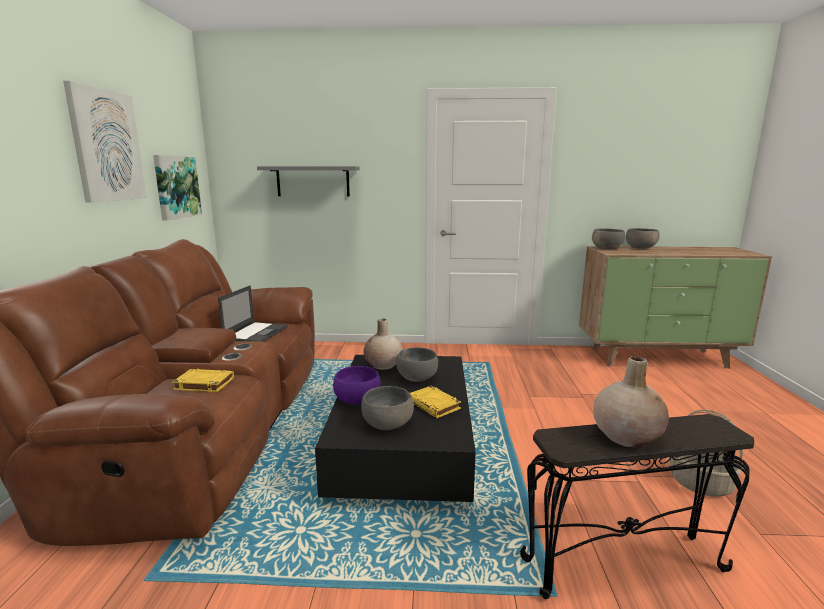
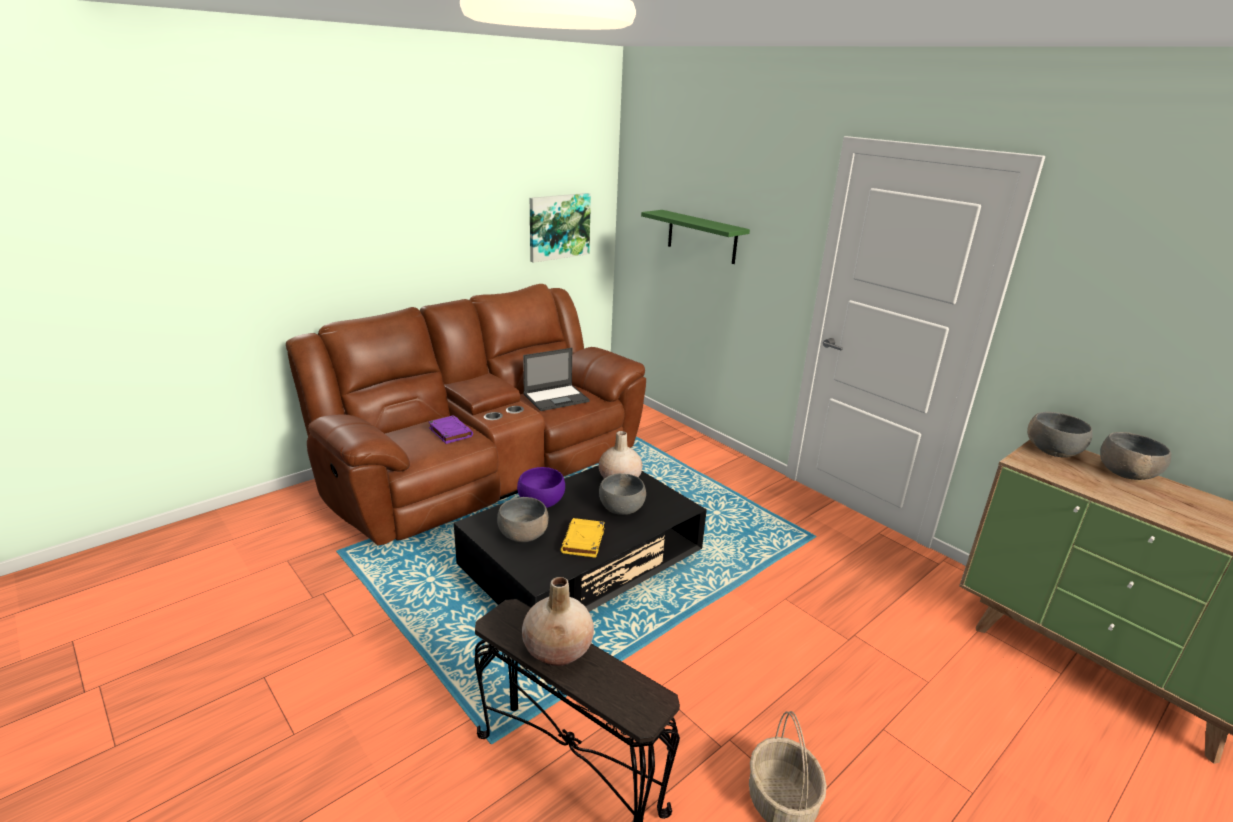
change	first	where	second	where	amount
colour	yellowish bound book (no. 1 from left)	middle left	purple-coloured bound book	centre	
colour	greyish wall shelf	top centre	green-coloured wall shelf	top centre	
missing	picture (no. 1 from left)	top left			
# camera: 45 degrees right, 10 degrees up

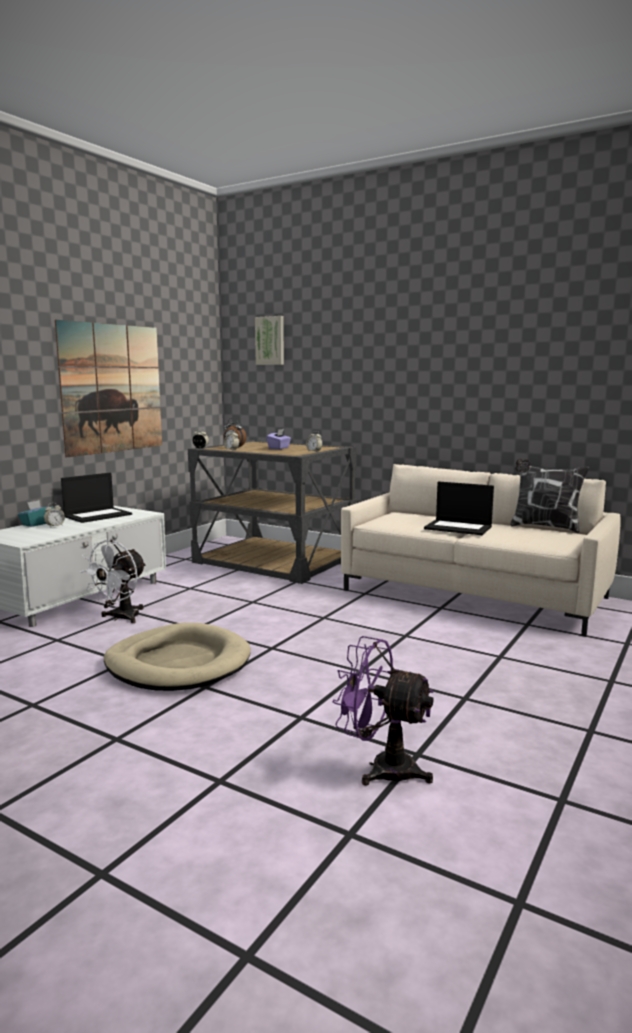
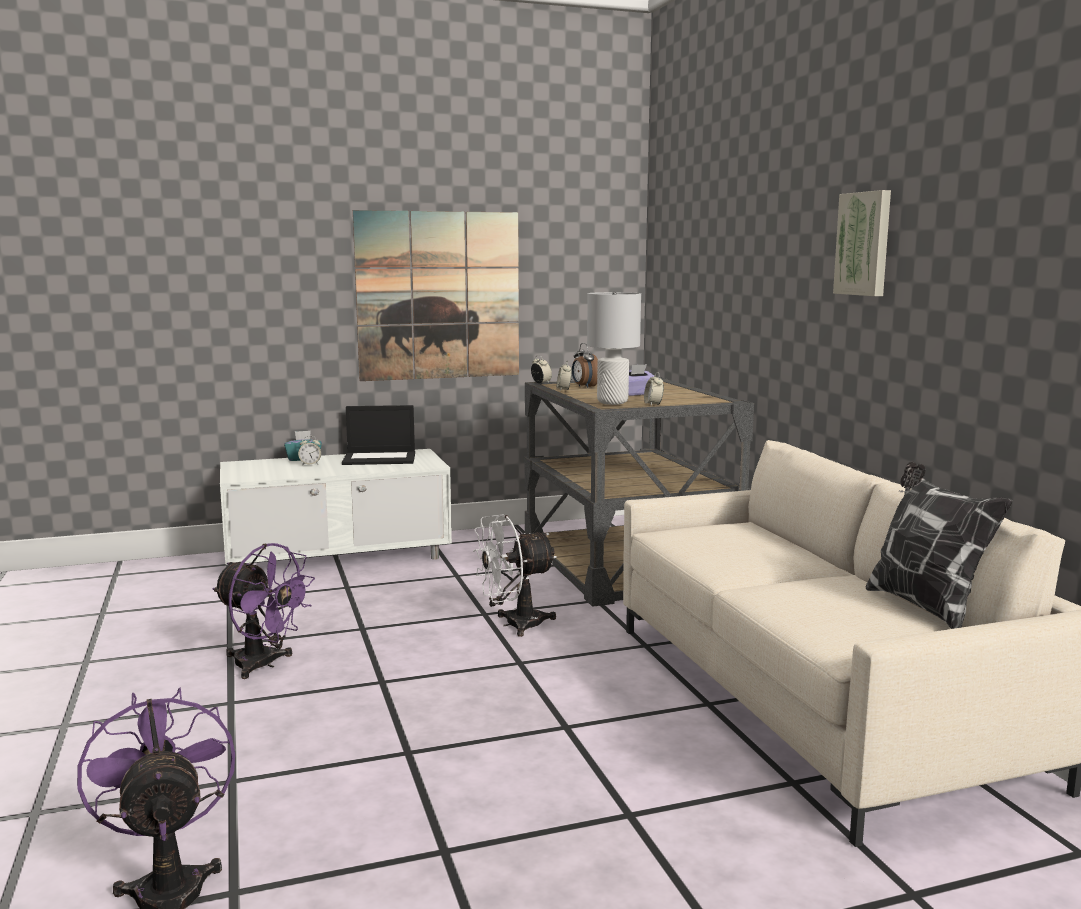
change	first	where	second	where	amount
exchanged	sand-coloured dog bed	middle left	purple-coloured cooling fan (no. 2 from left)	bottom left	
relocated	white cooling fan	middle left		centre	
appeared			greyish lamp for a table	centre	
relocated	picture (no. 2 from left)	top centre		top right	
missing	laptop (no. 2 from left)	middle right			
# camera: 40 degrees right, 0 degrees up

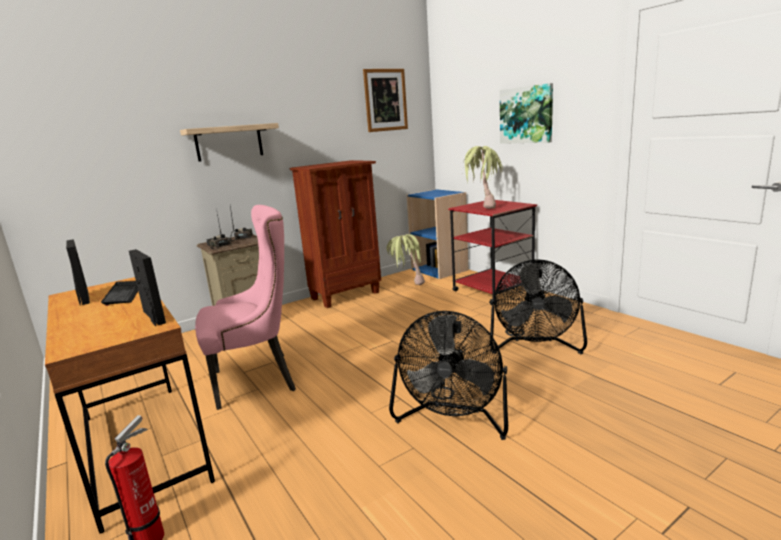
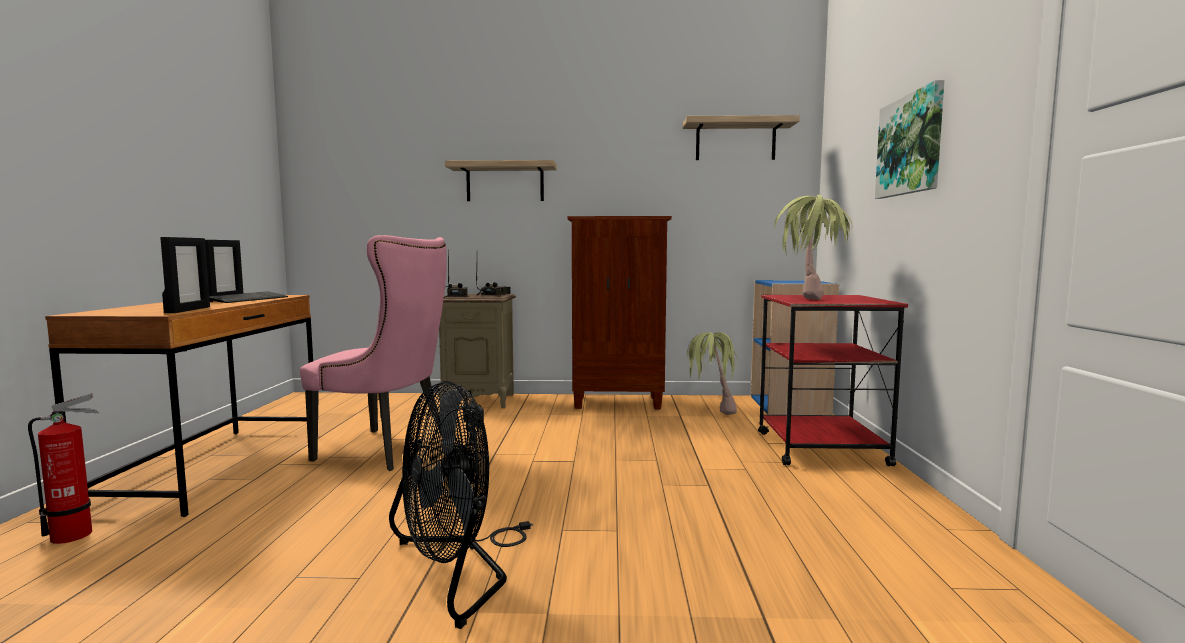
change	first	where	second	where	amount
exchanged	picture (no. 1 from left)	top centre	wall shelf (no. 2 from left)	top centre	
missing	black-coloured cooling fan (no. 2 from left)	middle right			
# camera: 35 degrees right, 10 degrees down

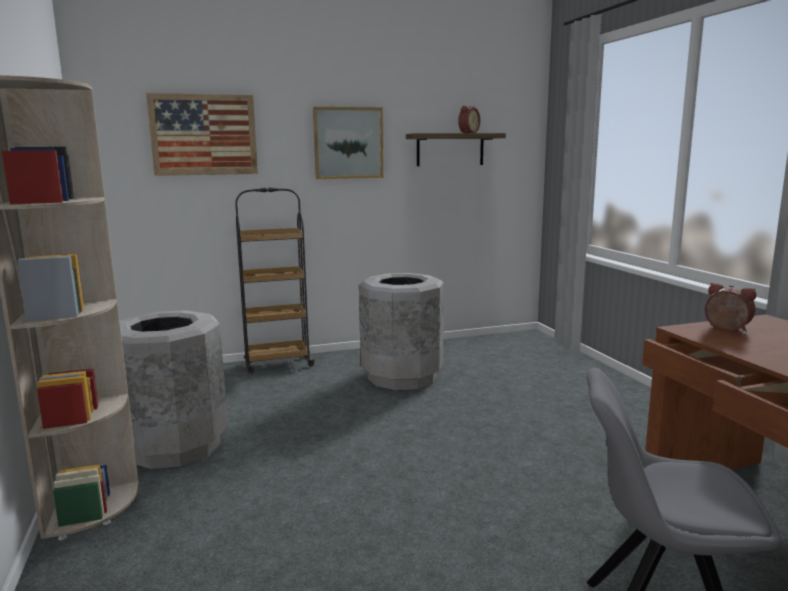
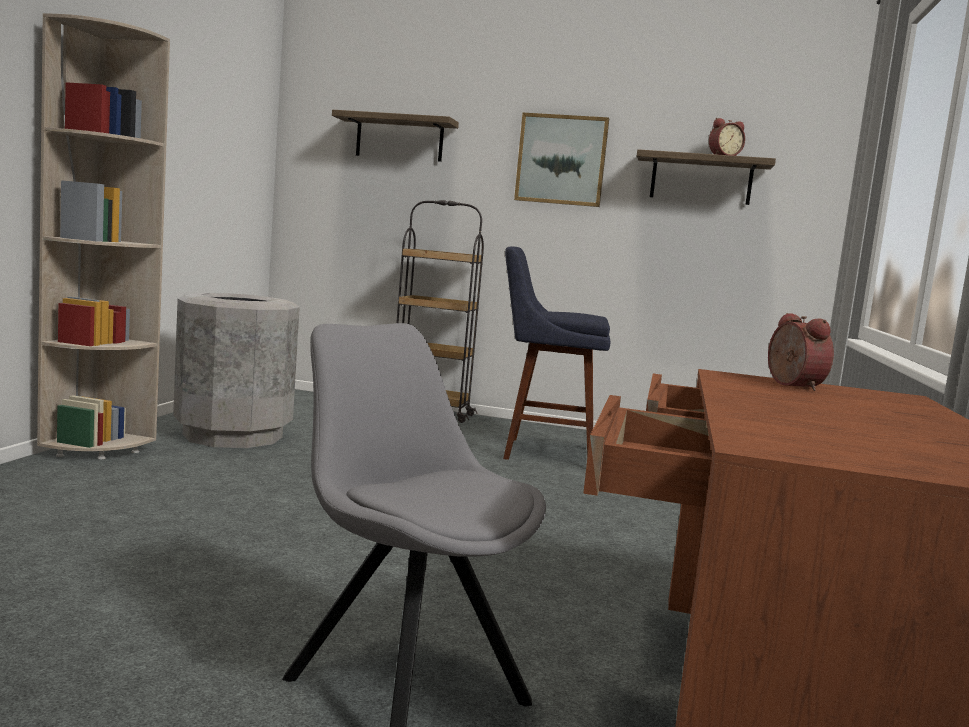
change	first	where	second	where	amount
exchanged	picture (no. 1 from left)	top left	wall shelf (no. 1 from left)	top centre	
exchanged	greyish waste bin (no. 2 from left)	centre	blue-coloured sitting stool	centre	
# camera: 30 degrees right, 5 degrees down

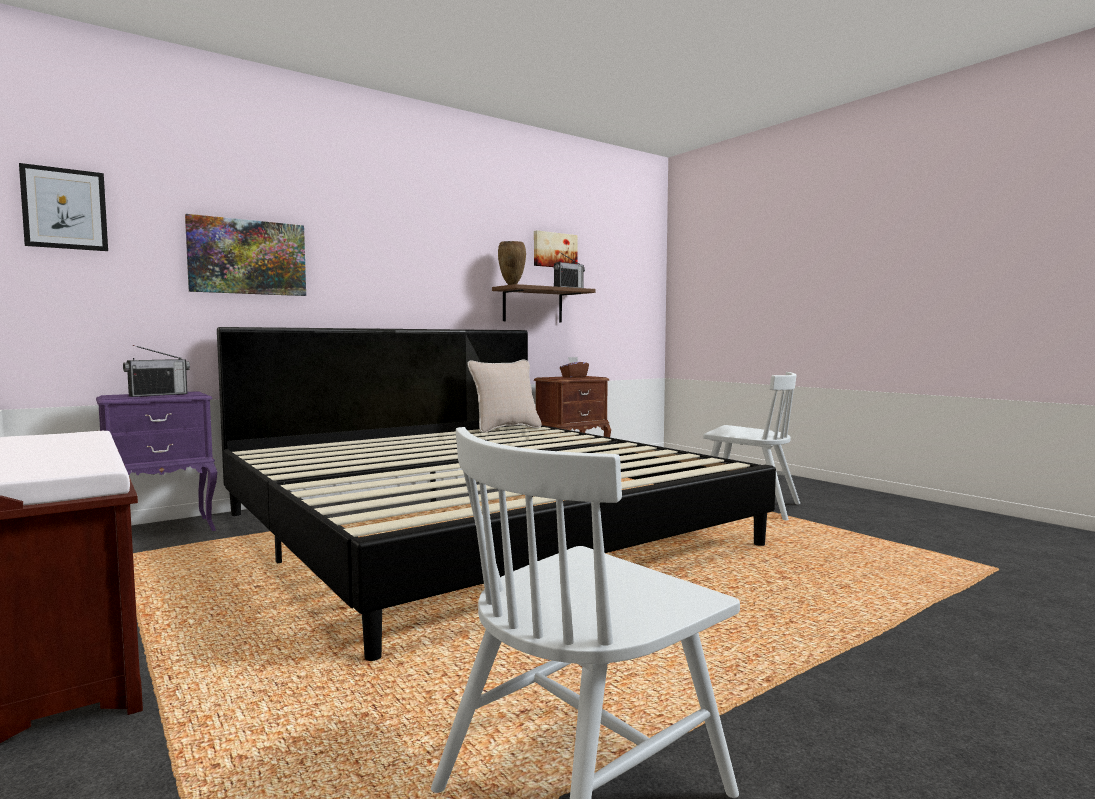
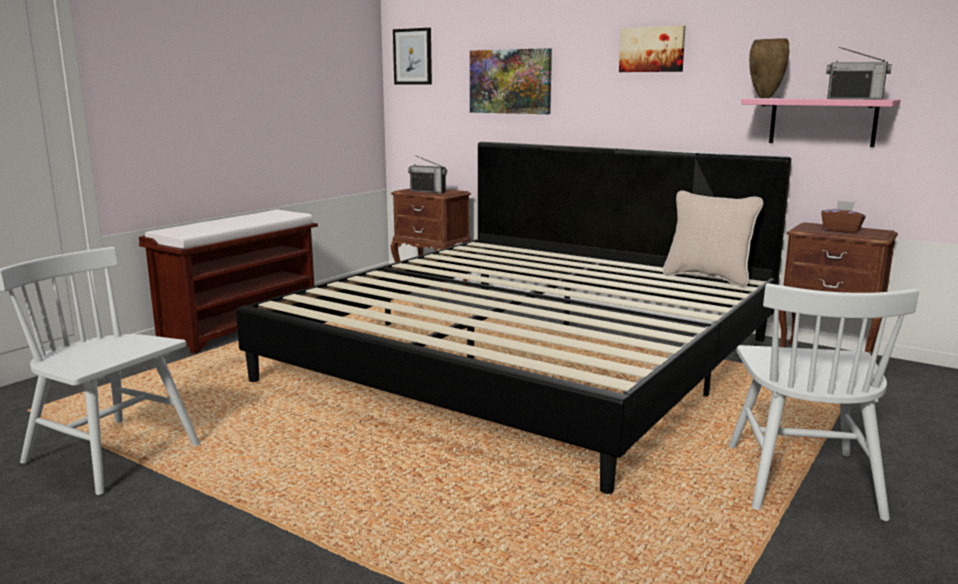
change	first	where	second	where	amount
colour	purple-coloured night table	middle left	brown night table (no. 1 from left)	centre	
relocated	picture (no. 3 from left)	top centre		top right	
colour	brown wall shelf	centre	pink wall shelf	top right	
# camera: 70 degrees right, 10 degrees up

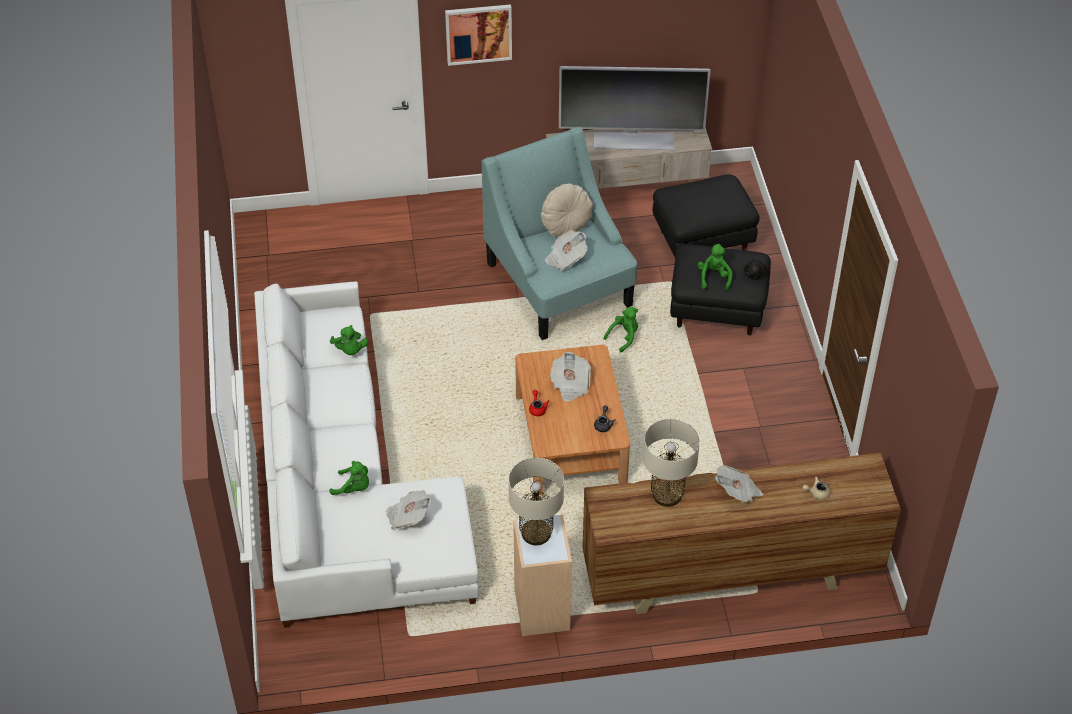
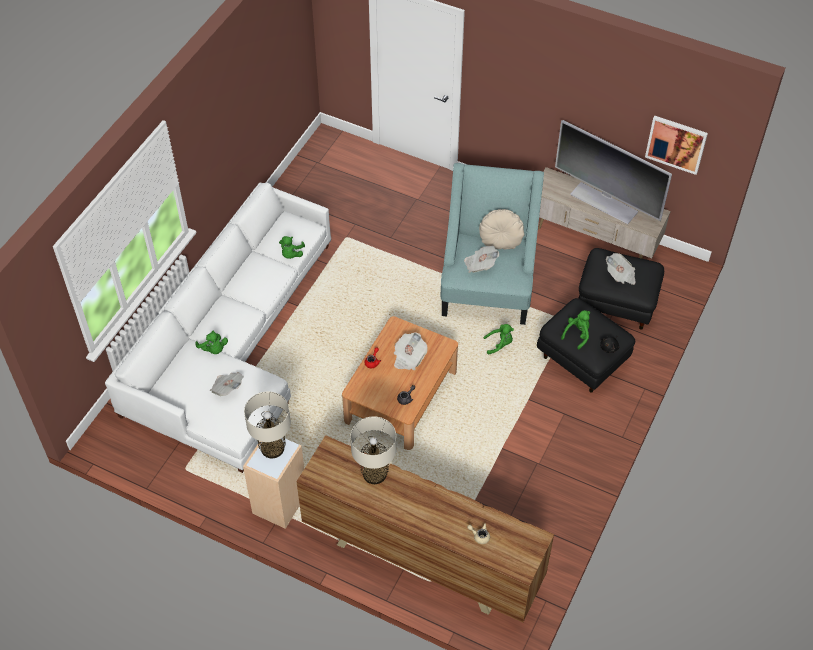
change	first	where	second	where	amount
relocated	printed paper (no. 4 from left)	bottom right		middle right	
relocated	picture	top centre		top right	
# camera: 35 degrees right, 5 degrees up

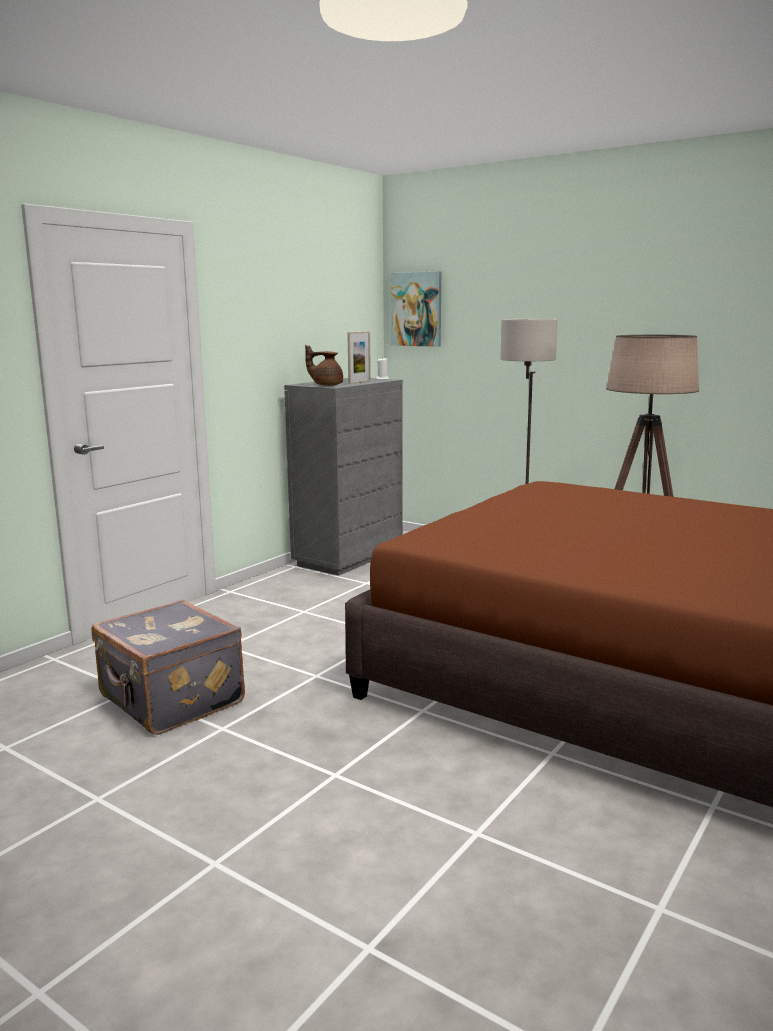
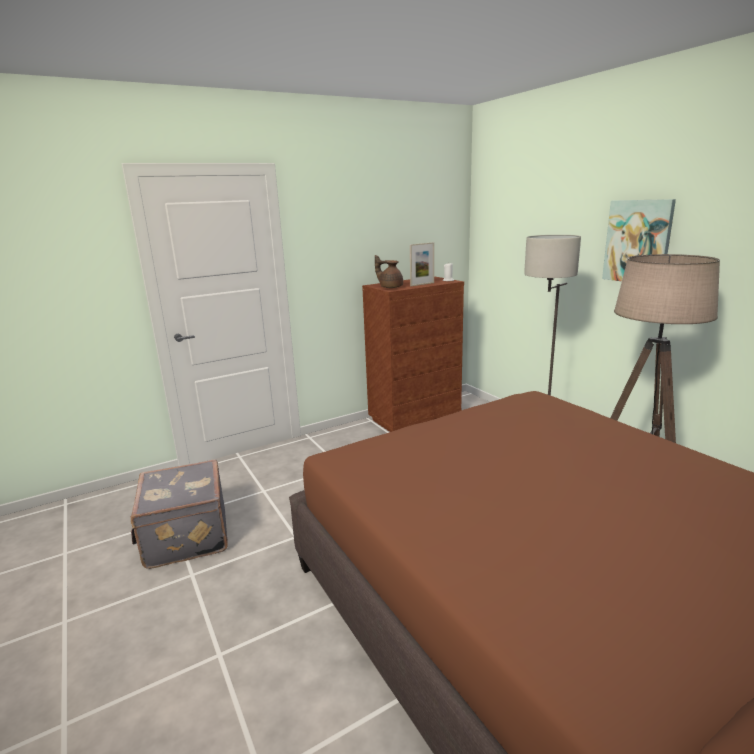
change	first	where	second	where	amount
colour	greyish drawer chest	centre	brown drawer chest	centre	
relocated	picture	top centre		top right	
# camera: 25 degrees right, 5 degrees up

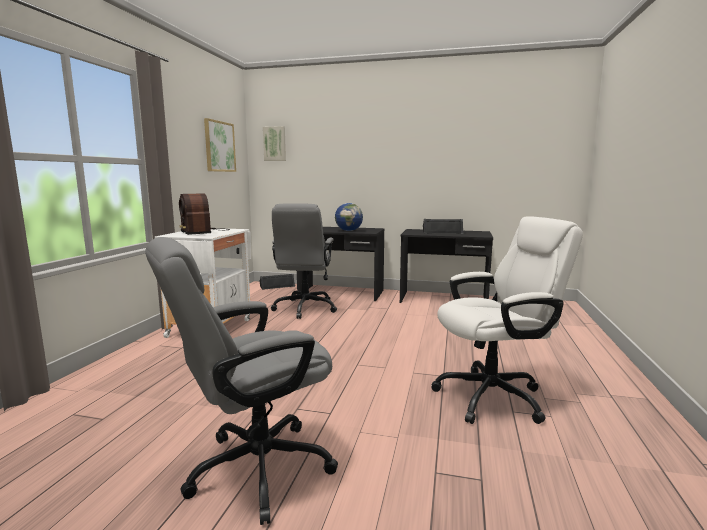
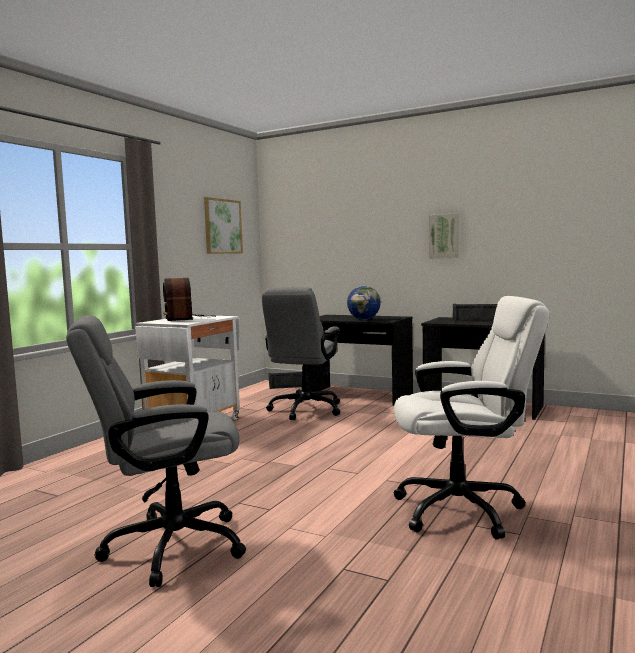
change	first	where	second	where	amount
relocated	picture (no. 2 from left)	top centre		middle right	
# camera: 15 degrees right, 5 degrees down

